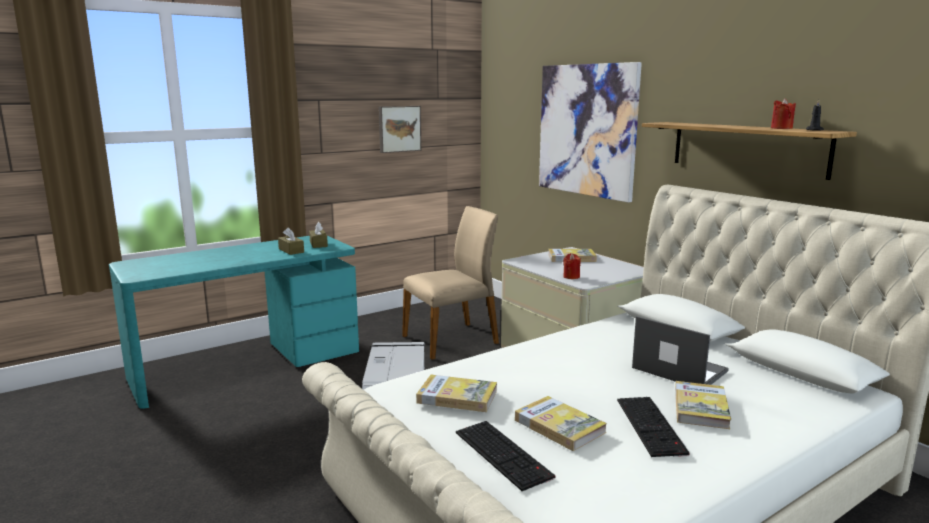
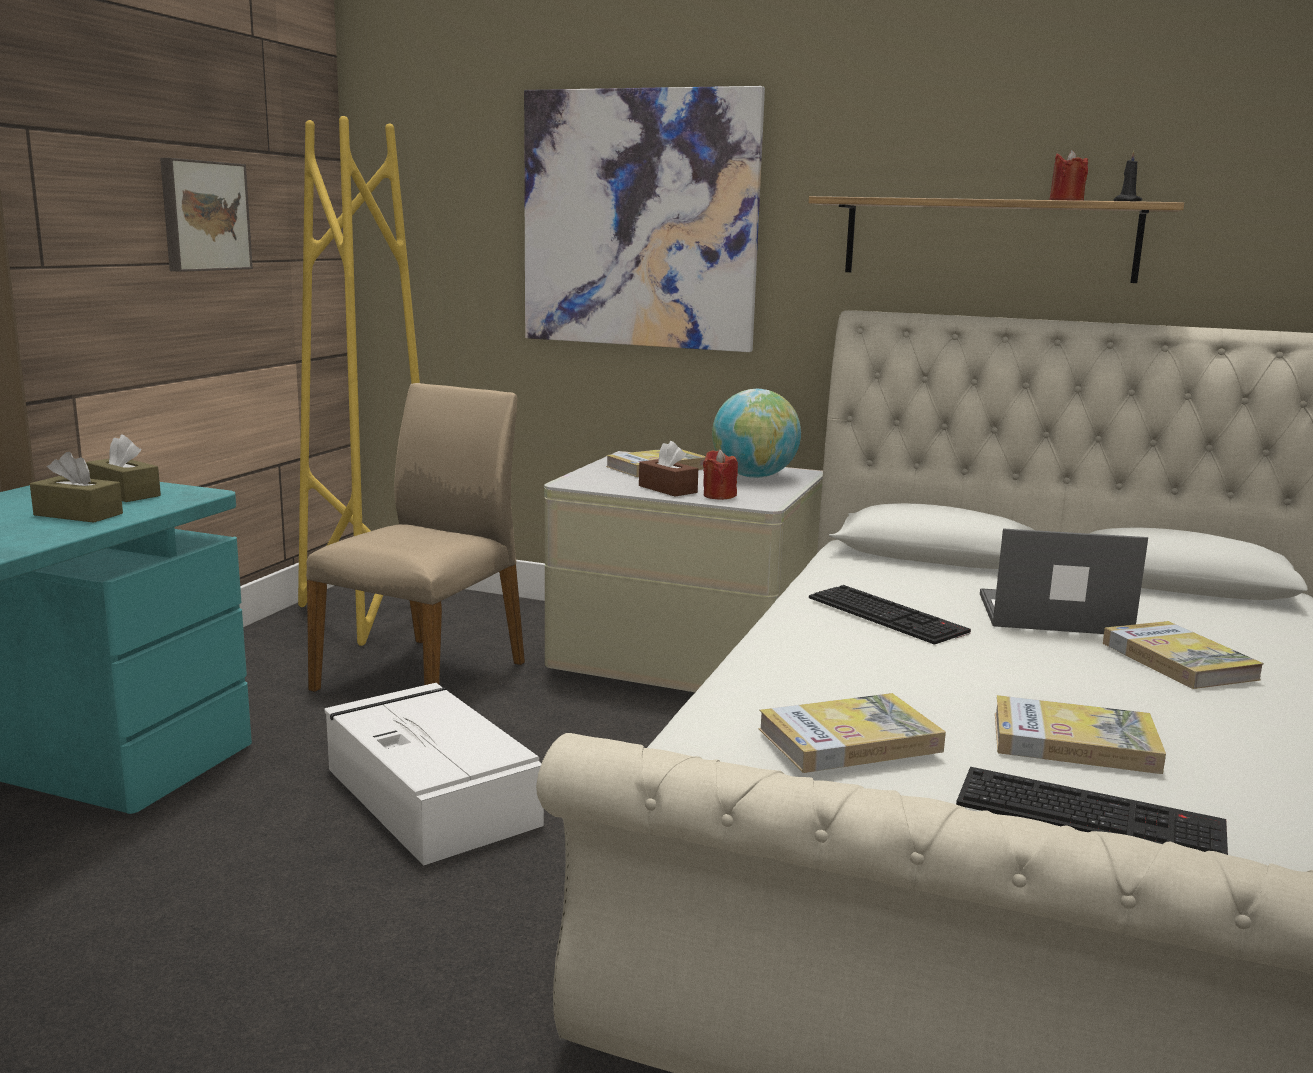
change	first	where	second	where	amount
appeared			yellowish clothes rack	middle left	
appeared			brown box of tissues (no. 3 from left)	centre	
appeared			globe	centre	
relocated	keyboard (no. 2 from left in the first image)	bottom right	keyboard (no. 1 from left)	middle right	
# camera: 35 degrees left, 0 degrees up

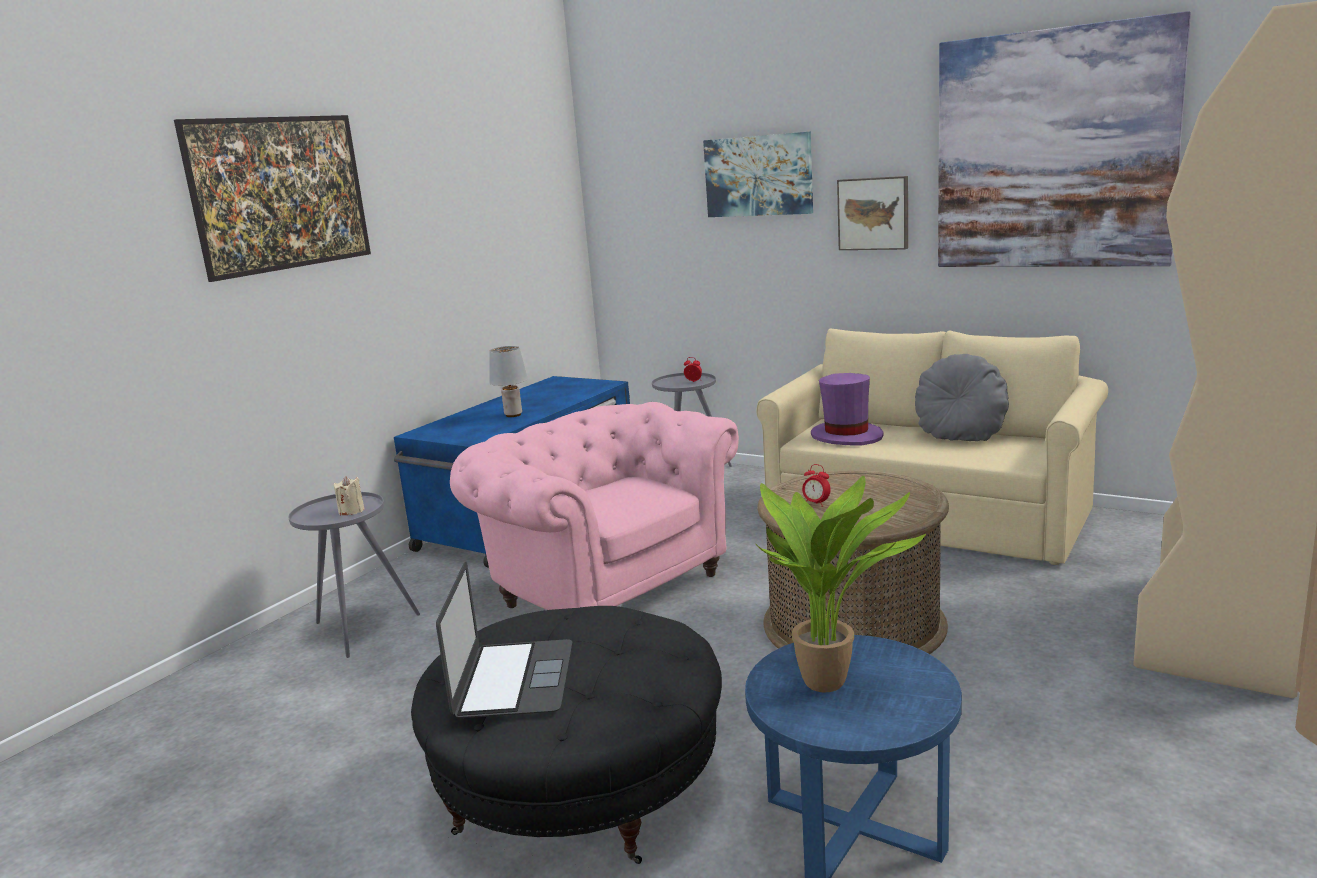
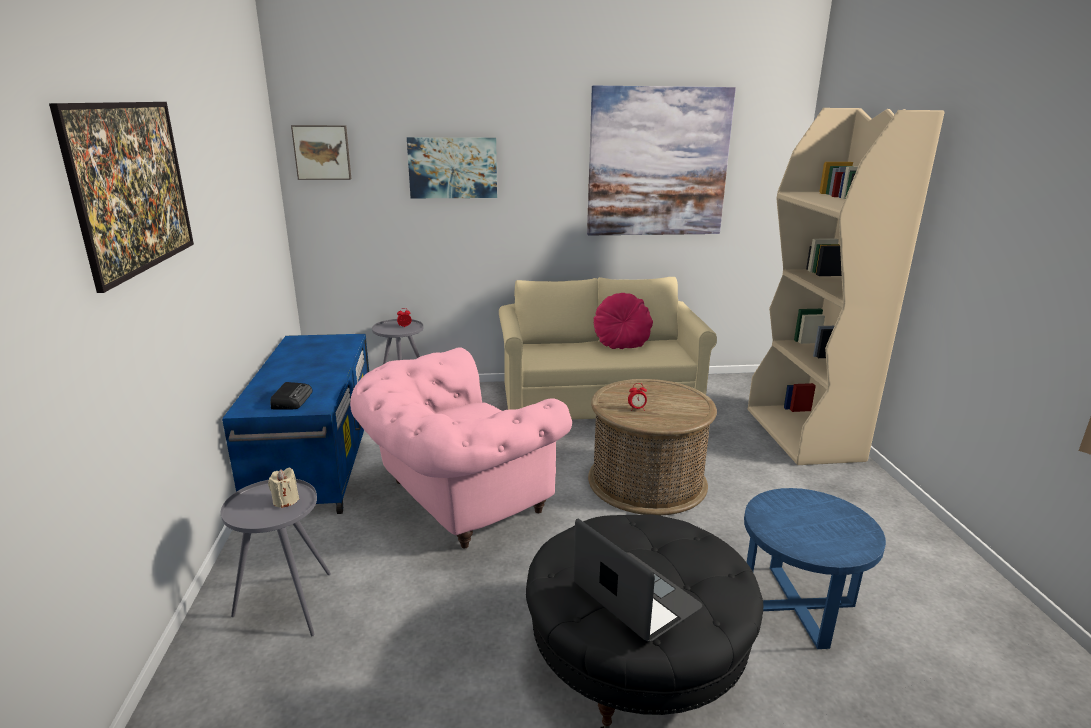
change	first	where	second	where	amount
appeared			radio receiver	middle left	
relocated	picture (no. 3 from left in the first image)	top centre	picture (no. 2 from left)	top left	
spun	pink armchair	centre		centre	45 degrees counterclockwise
colour	greyish pillow	middle right	pink pillow	centre	
missing	greyish lamp for a table	centre			
missing	plant in a pot	centre			
missing	purple-coloured clothing hat	centre			
# camera: 40 degrees left, 5 degrees up

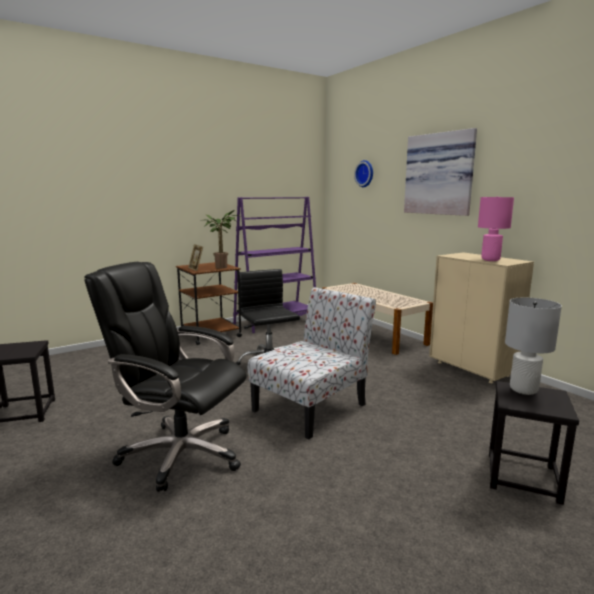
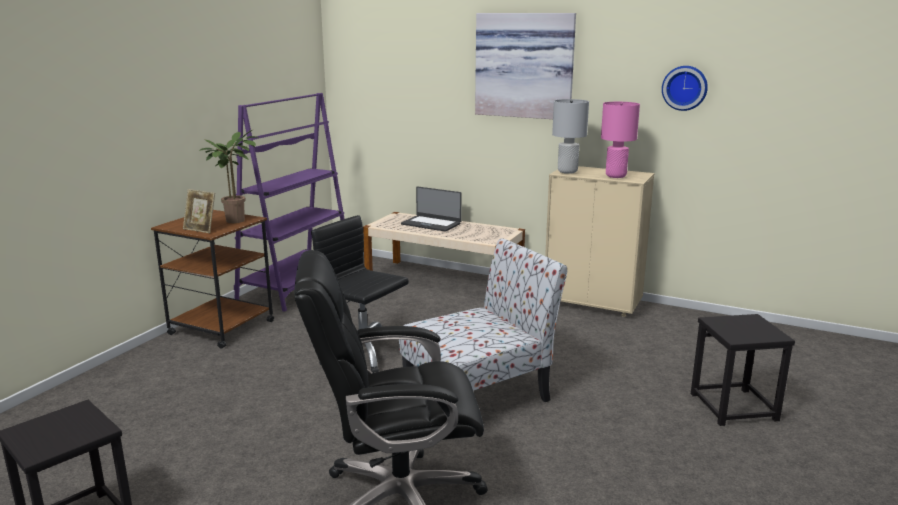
change	first	where	second	where	amount
spun	plain chair	centre		centre	45 degrees clockwise
appeared			laptop	centre	
relocated	greyish lamp for a table	middle right		top centre	
relocated	clock on the wall	top centre		top right	
# camera: 30 degrees left, 5 degrees up

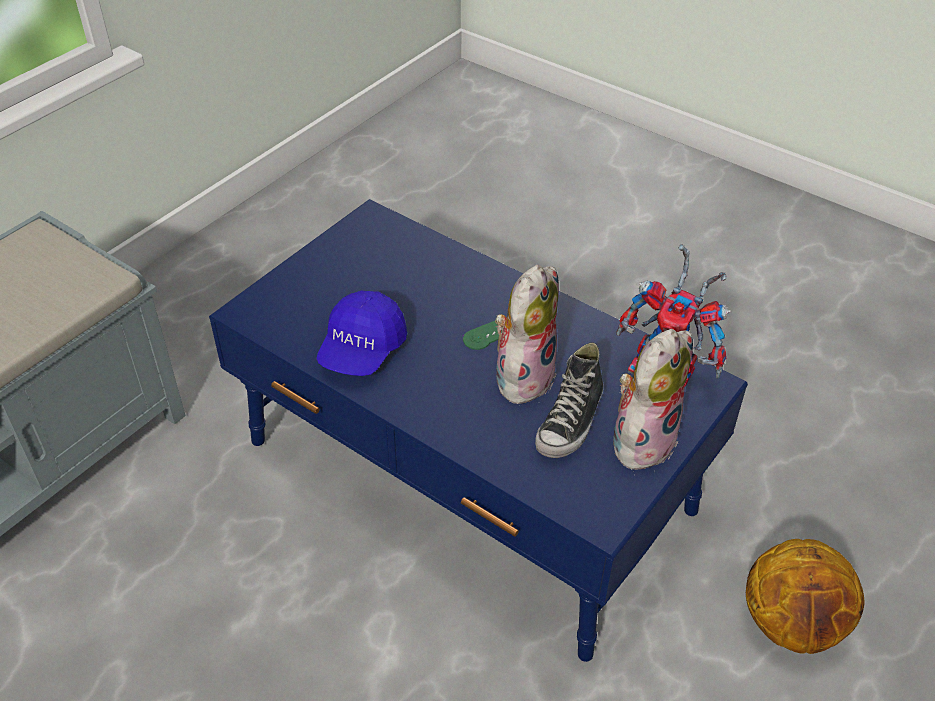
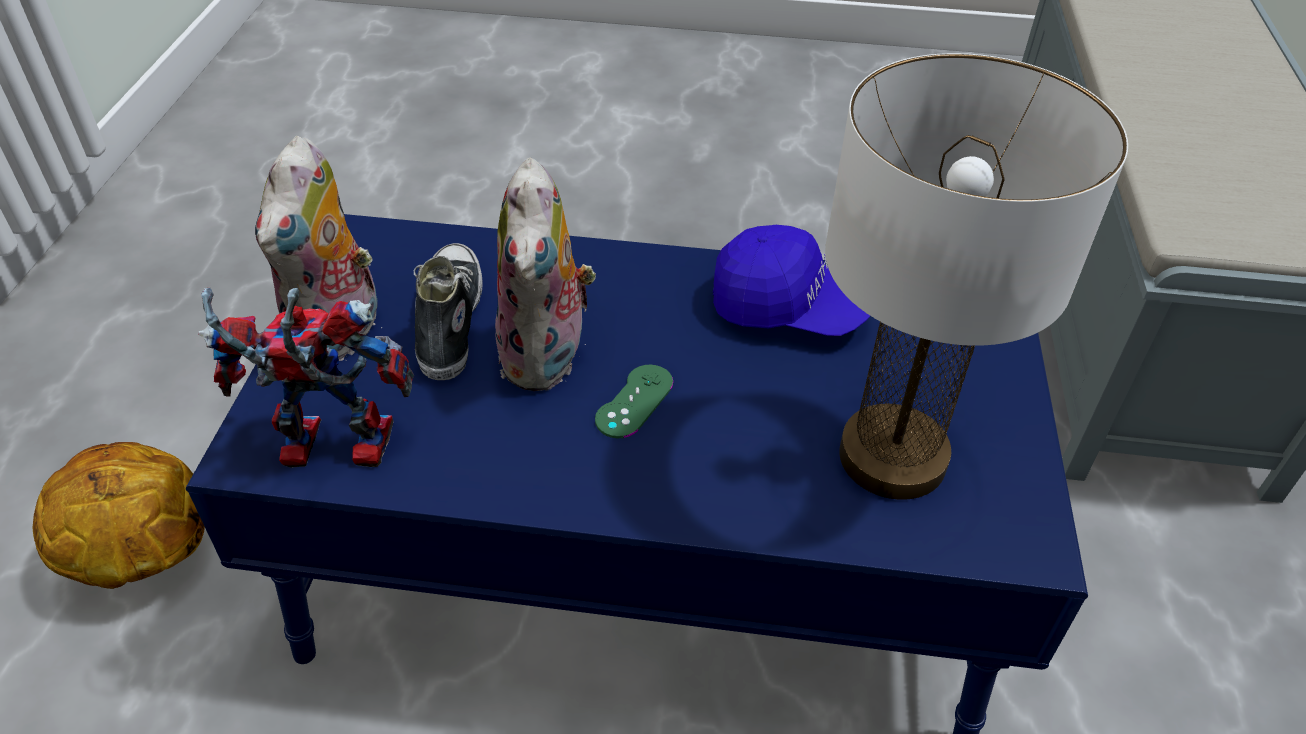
change	first	where	second	where	amount
spun	blue-coloured baseball cap	centre		centre	120 degrees clockwise
appeared			lamp for a table	middle right	
# camera: 150 degrees right, 0 degrees up

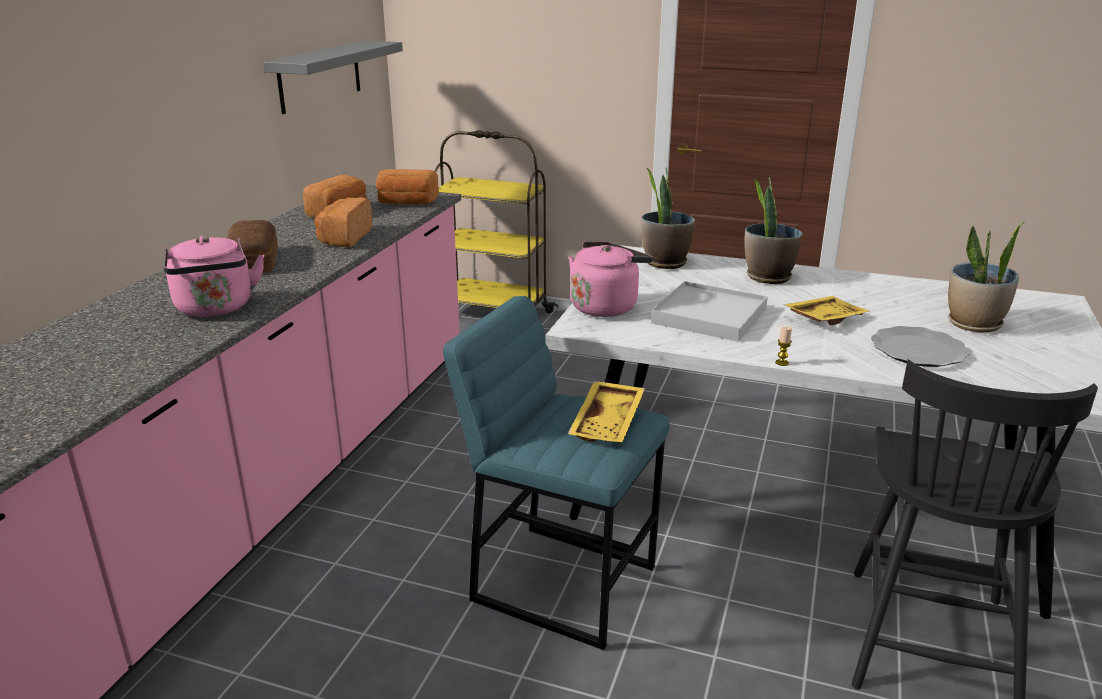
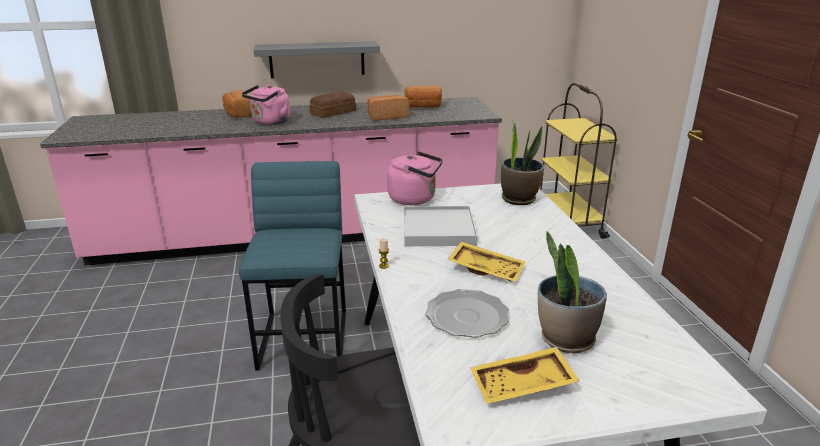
change	first	where	second	where	amount
relocated	bread (no. 4 from left in the first image)	top centre	bread (no. 1 from left)	top left	
relocated	greyish wall shelf	top left		top centre	
relocated	yellowish tray (no. 1 from left in the first image)	centre	yellowish tray (no. 2 from left)	bottom centre	
missing	plant in a pot (no. 2 from left)	top right			
# camera: 60 degrees right, 0 degrees up

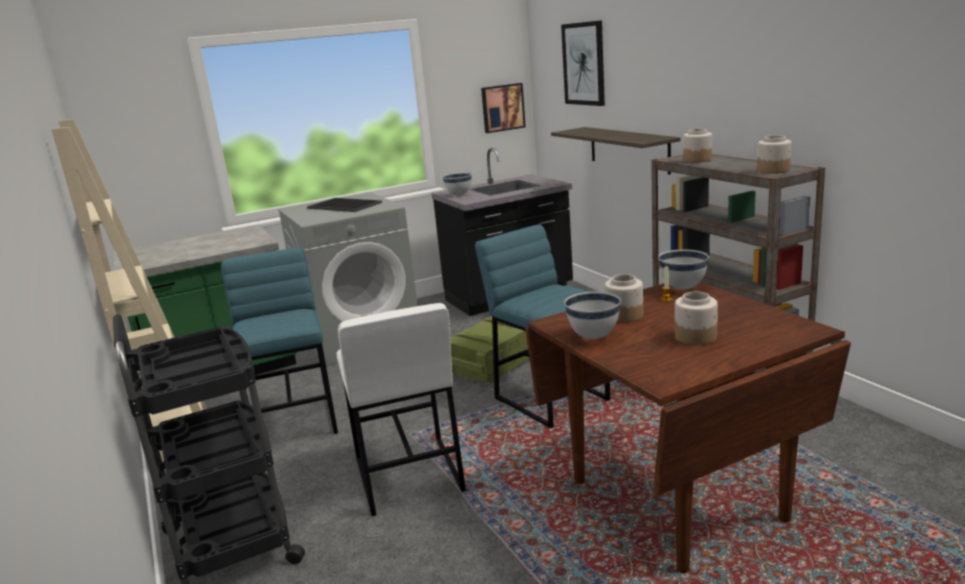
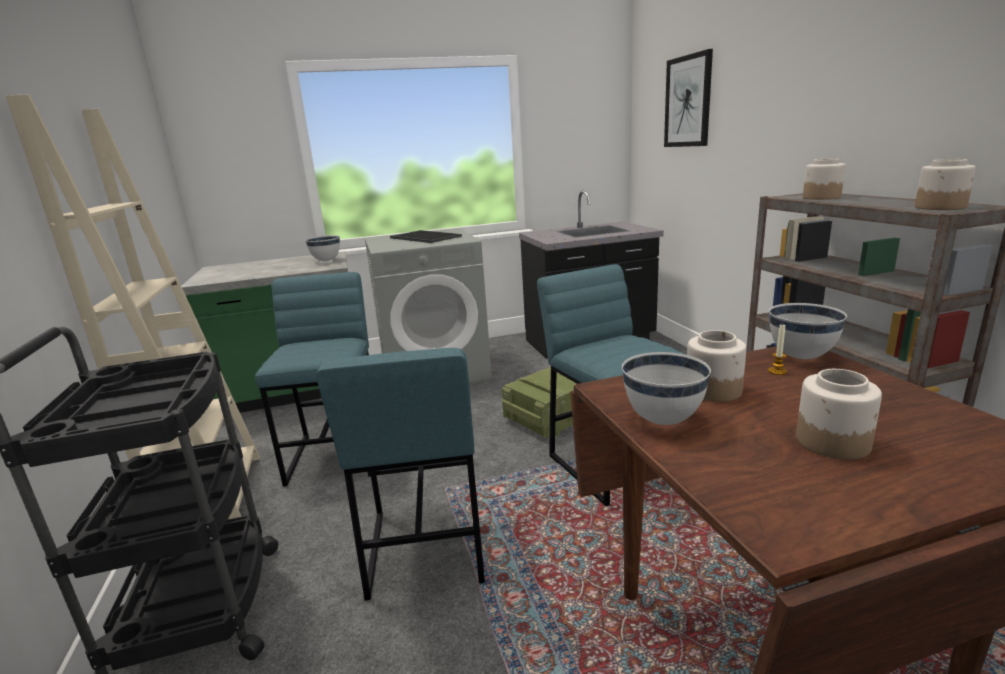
change	first	where	second	where	amount
relocated	white deep dish (no. 1 from left)	top centre		middle left	
colour	white sitting stool	bottom centre	blue-coloured sitting stool (no. 2 from left)	bottom centre	
missing	picture (no. 1 from left)	top centre			
missing	wall shelf	top centre			
# camera: 10 degrees right, 0 degrees up

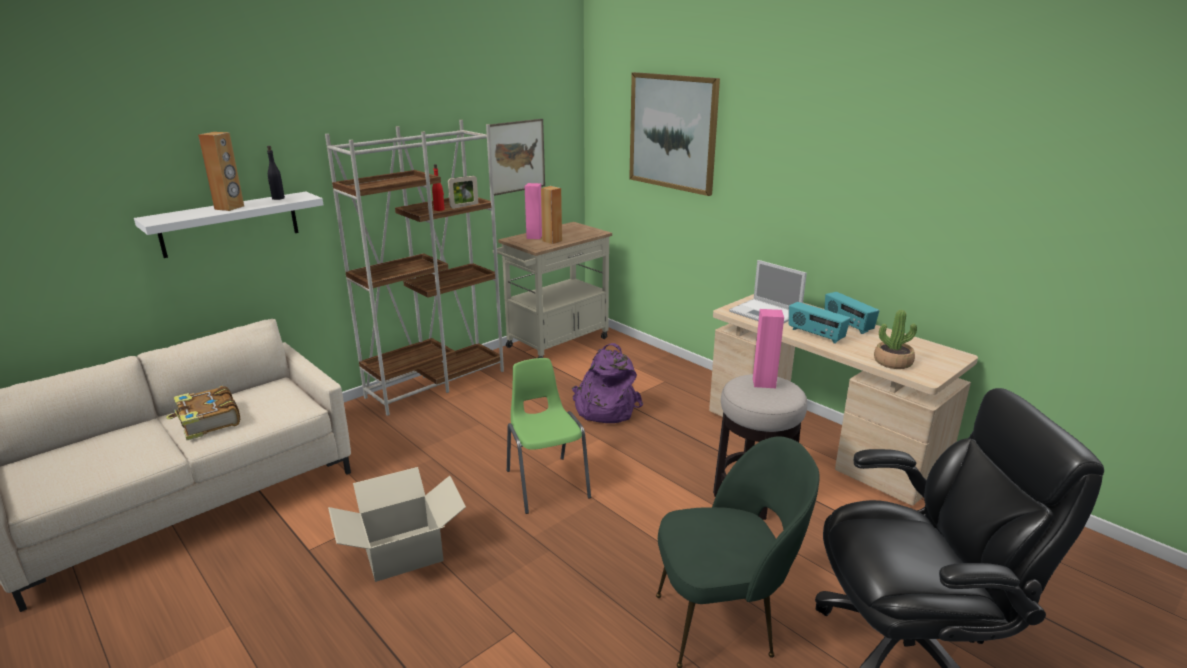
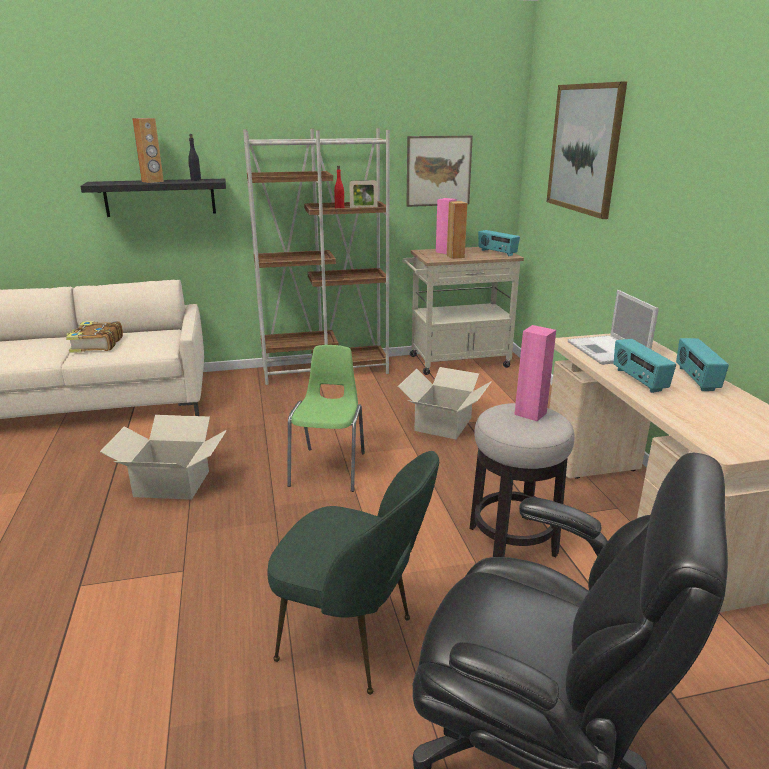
change	first	where	second	where	amount
colour	white wall shelf	middle left	black-coloured wall shelf	top left	
exchanged	purple-coloured knapsack	centre	packing box (no. 2 from left)	centre	
appeared			radio receiver (no. 1 from left)	top centre	
missing	plant in a pot	middle right			
# camera: 30 degrees right, 0 degrees up

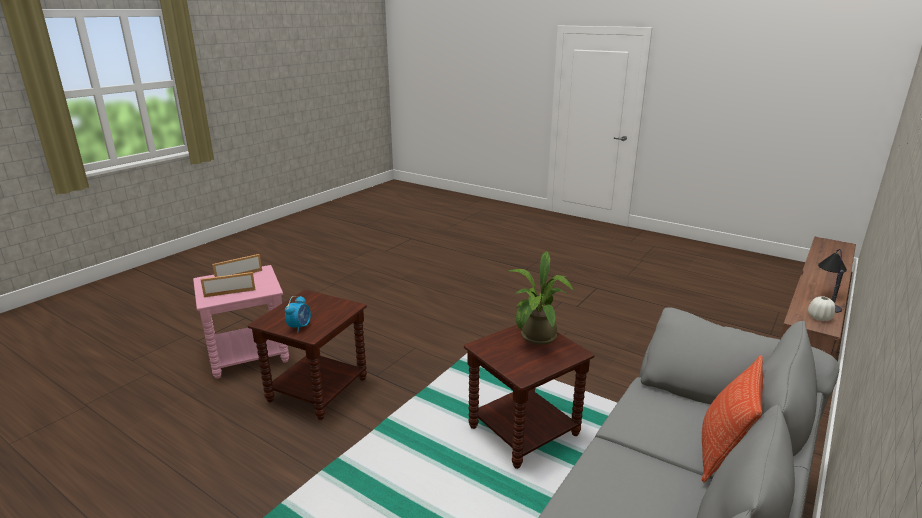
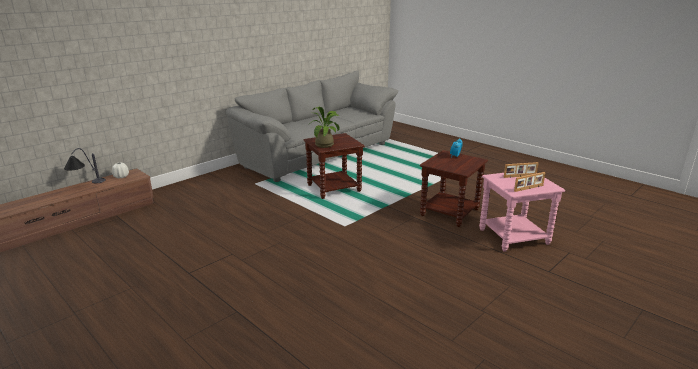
change	first	where	second	where	amount
missing	orangey pillow	bottom right			
# camera: 170 degrees left, 0 degrees up

